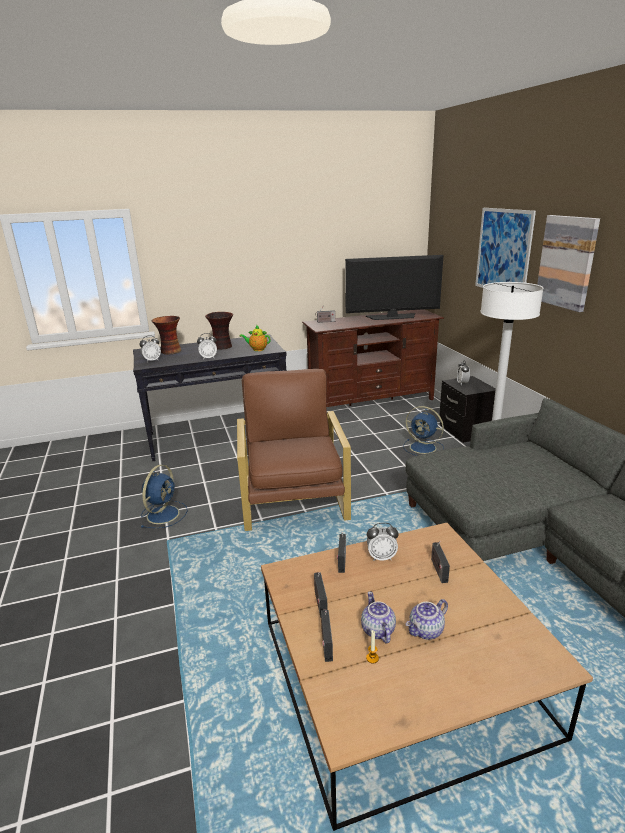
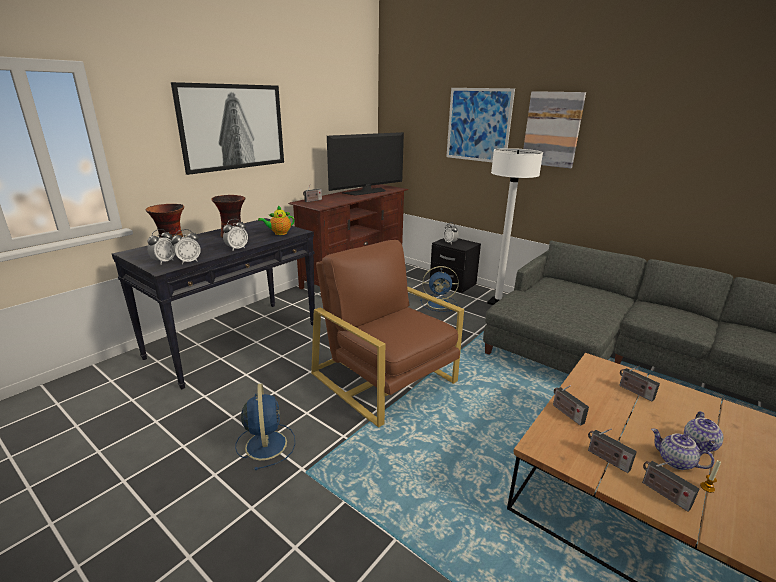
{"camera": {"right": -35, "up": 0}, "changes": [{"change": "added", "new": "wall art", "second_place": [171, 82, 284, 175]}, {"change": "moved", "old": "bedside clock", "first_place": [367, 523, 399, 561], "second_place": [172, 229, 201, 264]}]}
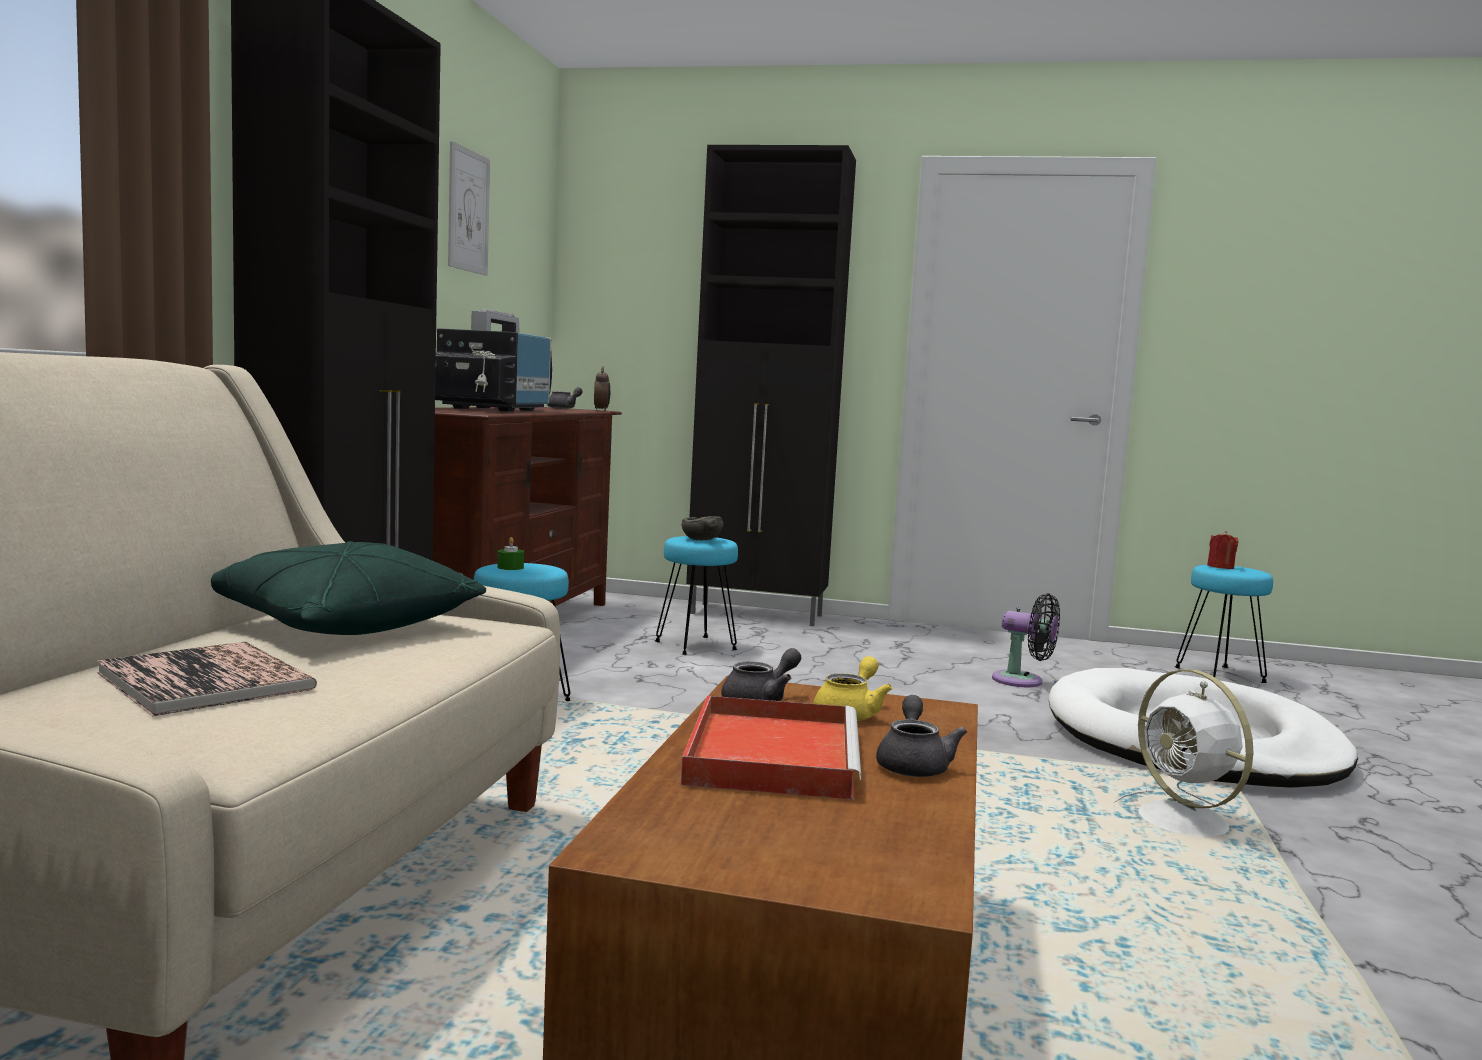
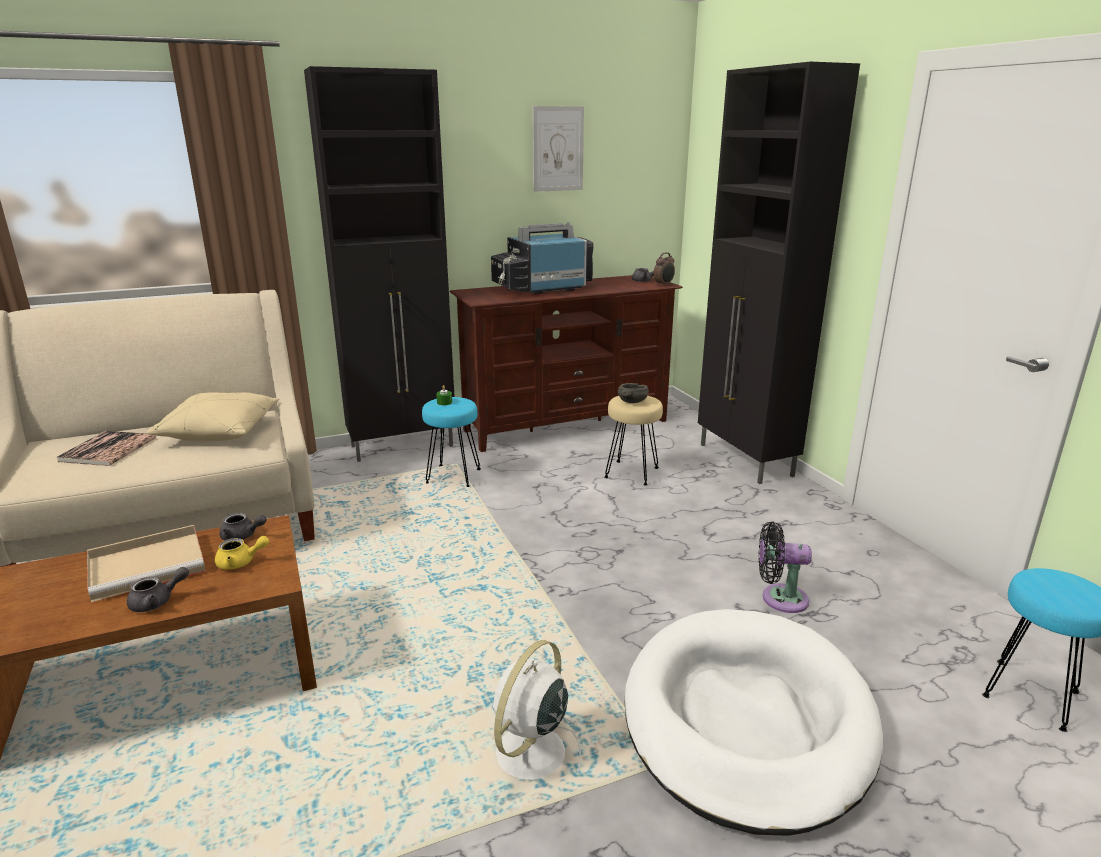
{"camera": {"right": 55, "up": 15}, "changes": [{"change": "recoloured", "old": "carrying tray/red-coloured", "new": "carrying tray/beige-coloured", "first_place": [681, 696, 861, 800], "second_place": [87, 525, 206, 602]}, {"change": "recoloured", "old": "cushion/green", "new": "cushion/beige-coloured", "first_place": [211, 541, 486, 635], "second_place": [146, 392, 279, 442]}, {"change": "recoloured", "old": "stool/blue-green", "new": "stool/beige-coloured", "first_place": [655, 536, 738, 655], "second_place": [605, 396, 663, 485]}, {"change": "turned", "old": "fan/black", "first_place": [992, 593, 1060, 687], "second_place": [759, 521, 812, 613], "degrees": 105}, {"change": "removed", "old": "candle/red-coloured", "first_place": [1207, 531, 1238, 569]}]}
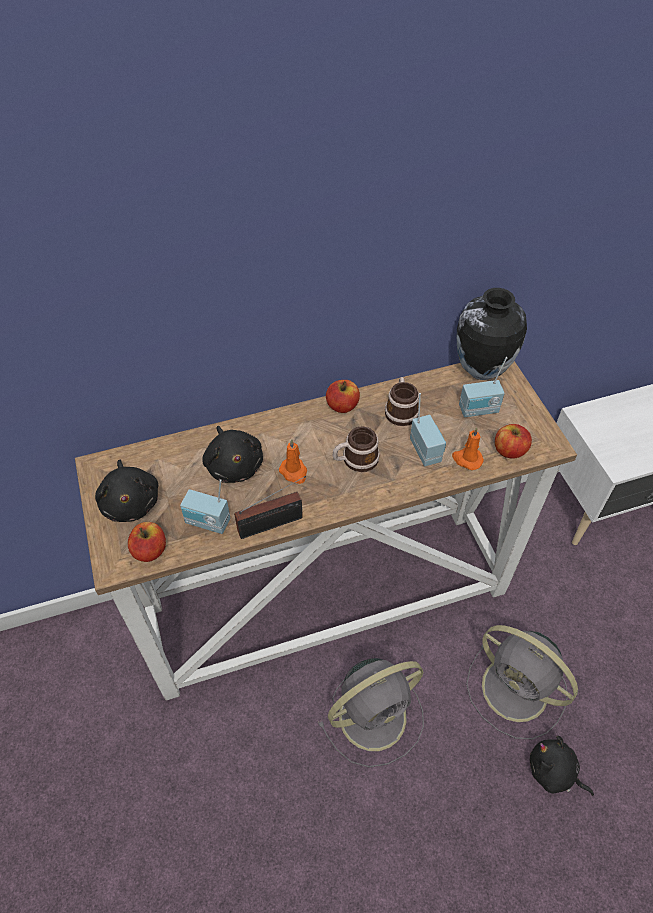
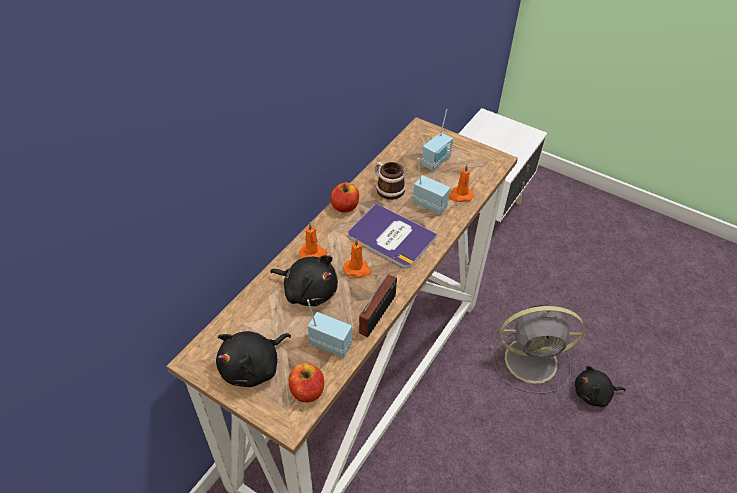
{"camera": {"right": -40, "up": -5}, "changes": [{"change": "turned", "old": "cuddly toy/black", "first_place": [95, 460, 158, 522], "second_place": [216, 331, 291, 387], "degrees": 105}, {"change": "added", "new": "candle/orange-coloured", "second_place": [299, 222, 328, 259]}, {"change": "turned", "old": "radio receiver", "first_place": [180, 479, 230, 534], "second_place": [307, 299, 352, 357], "degrees": -135}, {"change": "replaced", "old": "tea mug", "new": "bound book", "first_place": [332, 426, 380, 472], "second_place": [348, 203, 437, 268]}, {"change": "removed", "old": "fan/gray", "first_place": [318, 658, 424, 767]}, {"change": "removed", "old": "flower vase", "first_place": [457, 288, 527, 380]}, {"change": "removed", "old": "apple", "first_place": [495, 424, 532, 459]}]}
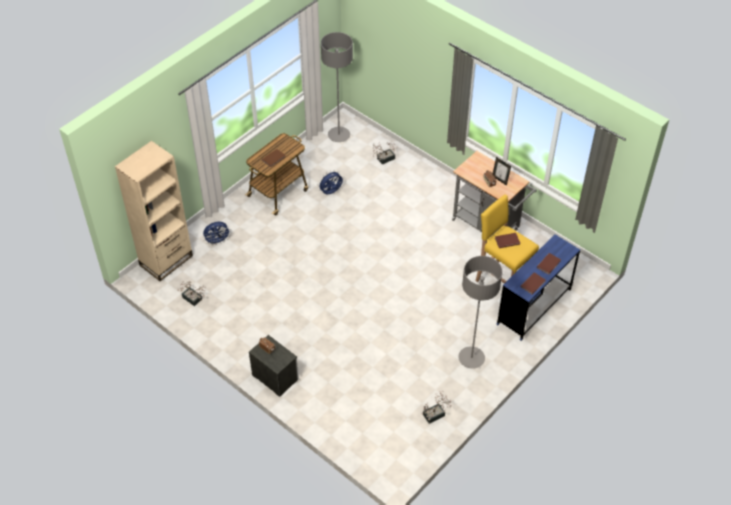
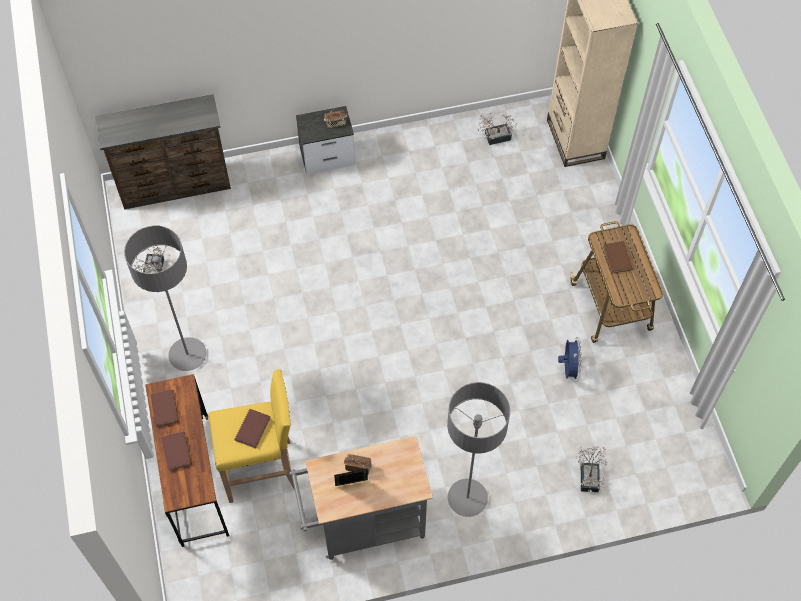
{"camera": {"right": 125, "up": 10}, "changes": [{"change": "added", "new": "dresser/brownish", "second_place": [95, 94, 231, 210]}, {"change": "recoloured", "old": "desk unit/bluish", "new": "desk unit/brownish", "first_place": [496, 234, 580, 341], "second_place": [145, 374, 229, 547]}, {"change": "moved", "old": "floor lamp/gray", "first_place": [321, 32, 353, 142], "second_place": [447, 382, 510, 517]}, {"change": "removed", "old": "fan/bluish", "first_place": [203, 222, 231, 245]}]}
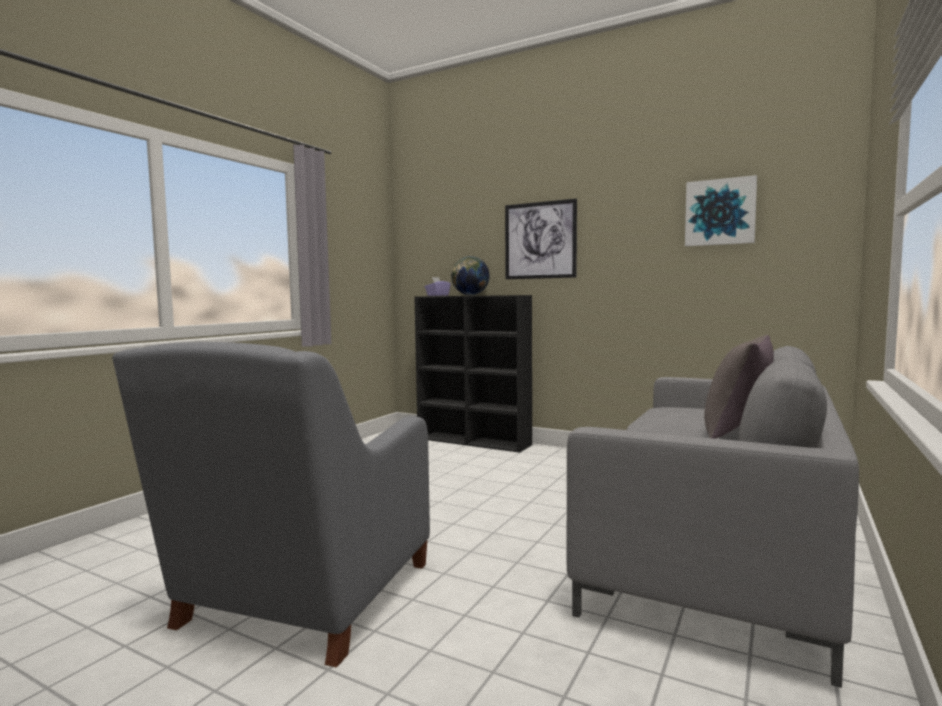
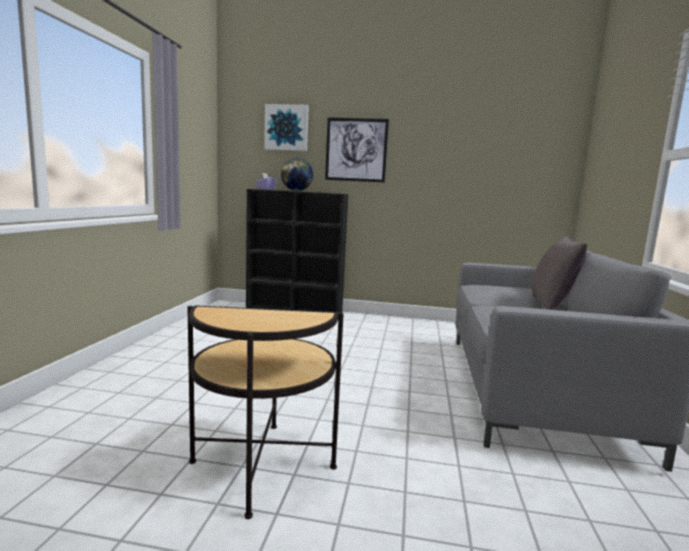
{"camera": {"right": -20, "up": 5}, "changes": [{"change": "replaced", "old": "lounge chair/gray", "new": "side table", "first_place": [112, 342, 430, 667], "second_place": [187, 305, 344, 519]}, {"change": "moved", "old": "wall art", "first_place": [685, 175, 757, 247], "second_place": [264, 104, 309, 151]}]}
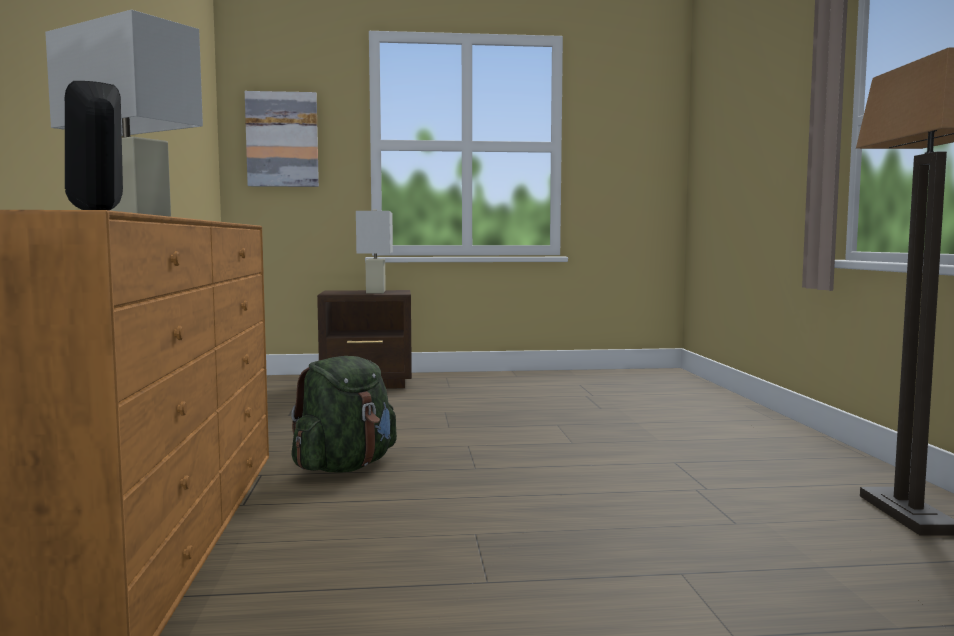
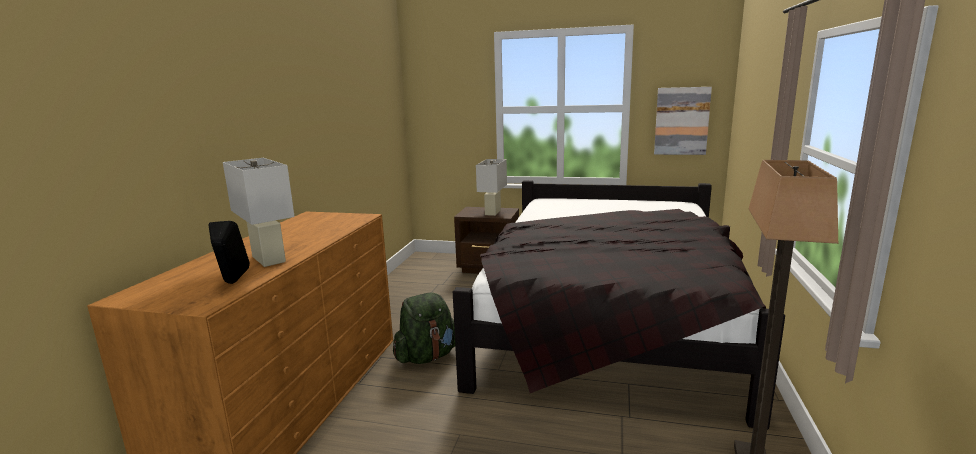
{"camera": {"right": 20, "up": 10}, "changes": [{"change": "added", "new": "bed/black", "second_place": [453, 180, 785, 430]}, {"change": "moved", "old": "wall art", "first_place": [245, 91, 319, 187], "second_place": [654, 87, 712, 155]}]}
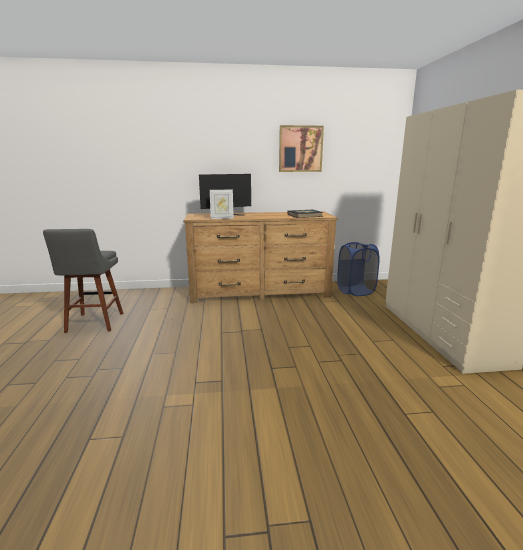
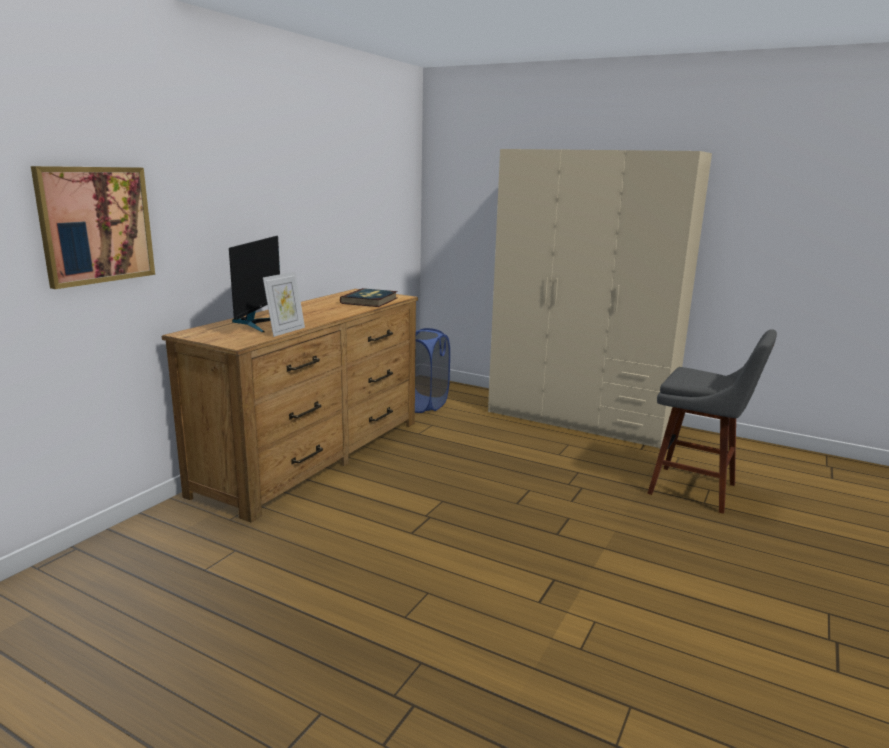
{"camera": {"right": -55, "up": 0}, "changes": [{"change": "moved", "old": "wall art", "first_place": [279, 125, 324, 172], "second_place": [31, 166, 155, 289]}, {"change": "moved", "old": "stool/gray", "first_place": [43, 229, 123, 333], "second_place": [647, 329, 777, 514]}]}
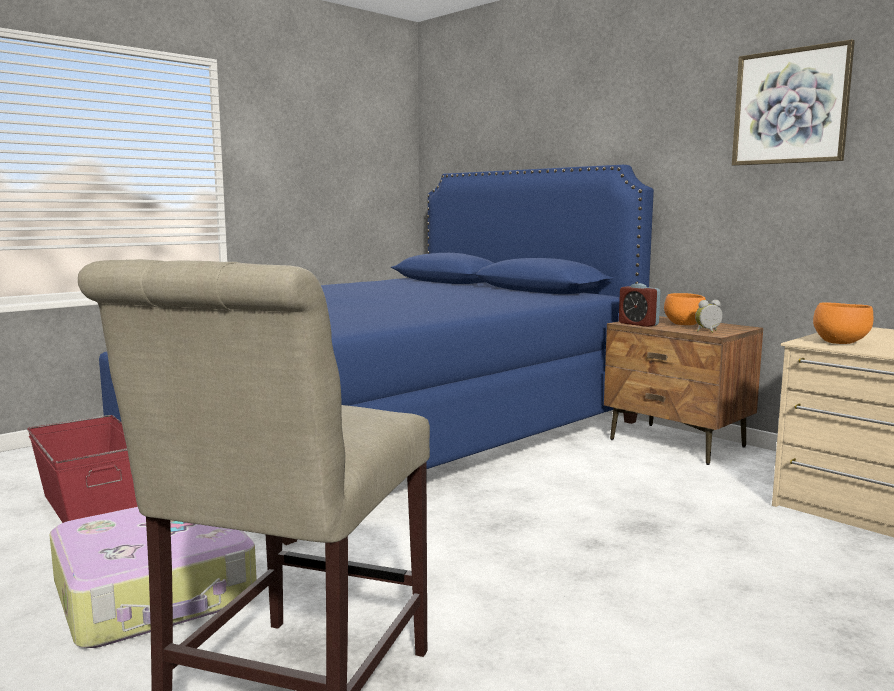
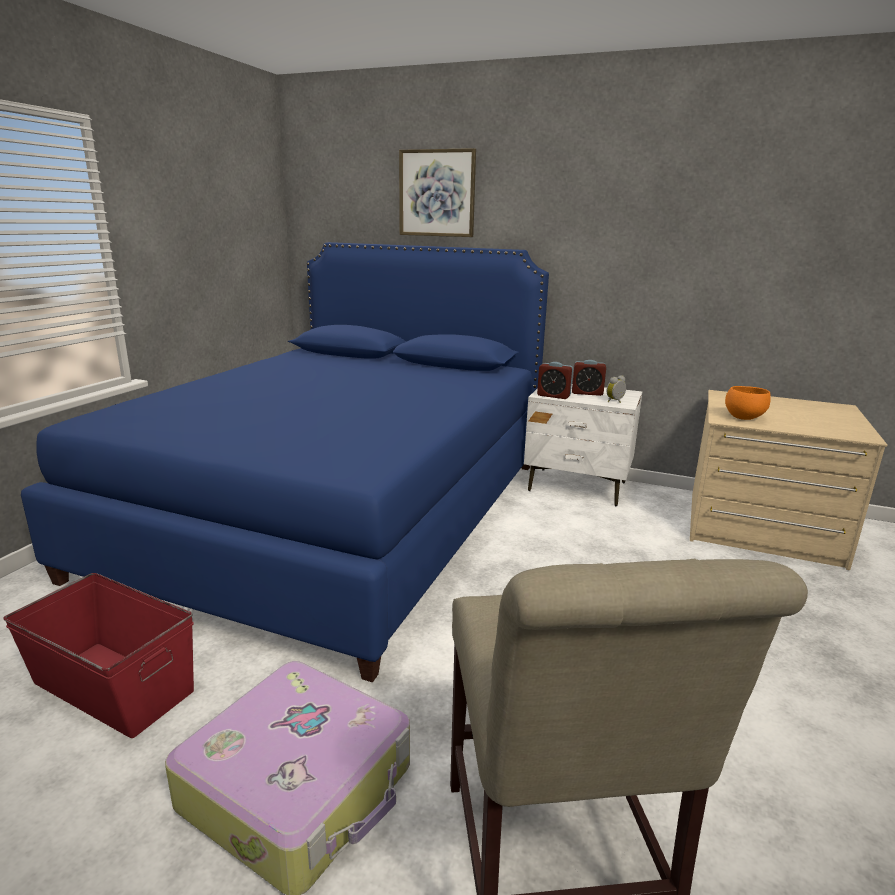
{"camera": {"right": -25, "up": 10}, "changes": [{"change": "moved", "old": "wall art", "first_place": [732, 39, 855, 166], "second_place": [399, 148, 476, 237]}, {"change": "recoloured", "old": "nightstand/brownish", "new": "nightstand/white-coloured", "first_place": [604, 316, 763, 465], "second_place": [524, 387, 642, 506]}, {"change": "replaced", "old": "deep dish/orange-coloured", "new": "bedside clock", "first_place": [664, 293, 706, 325], "second_place": [572, 360, 606, 396]}]}
